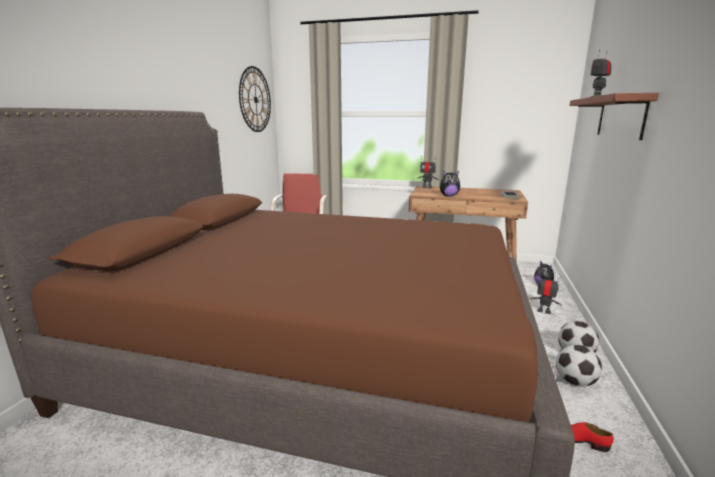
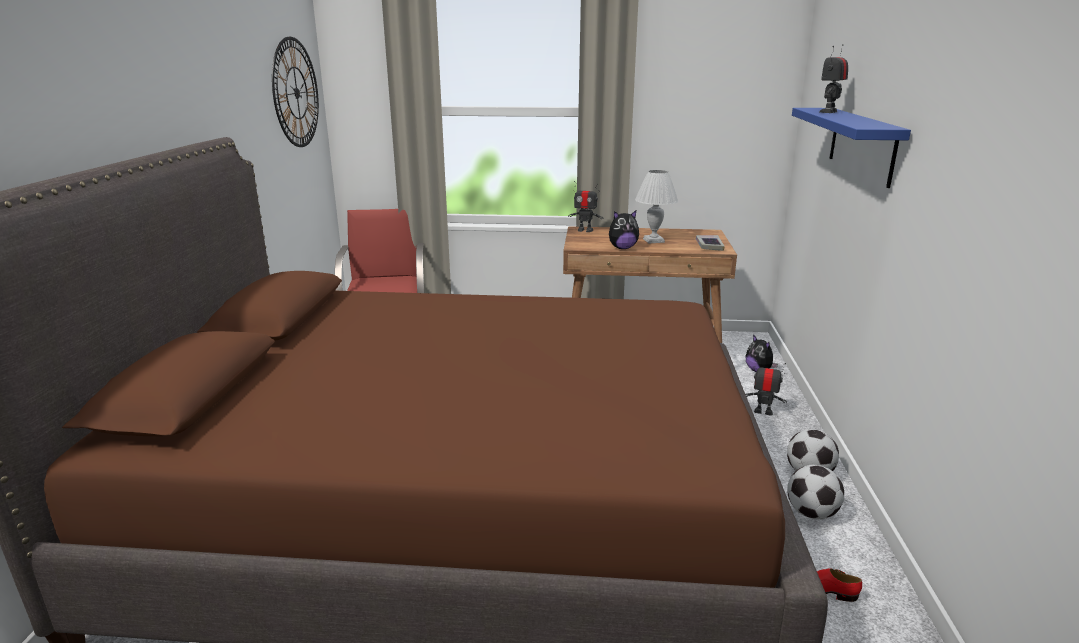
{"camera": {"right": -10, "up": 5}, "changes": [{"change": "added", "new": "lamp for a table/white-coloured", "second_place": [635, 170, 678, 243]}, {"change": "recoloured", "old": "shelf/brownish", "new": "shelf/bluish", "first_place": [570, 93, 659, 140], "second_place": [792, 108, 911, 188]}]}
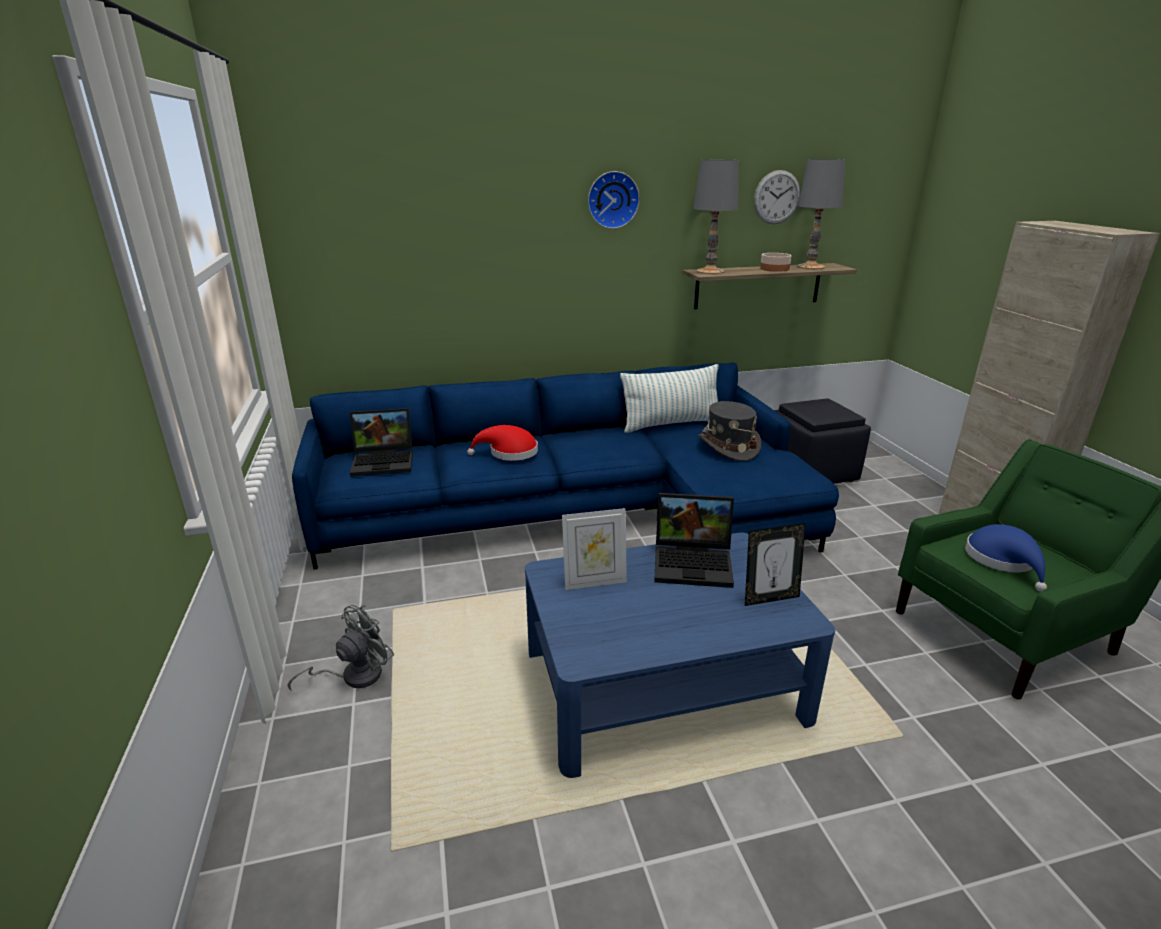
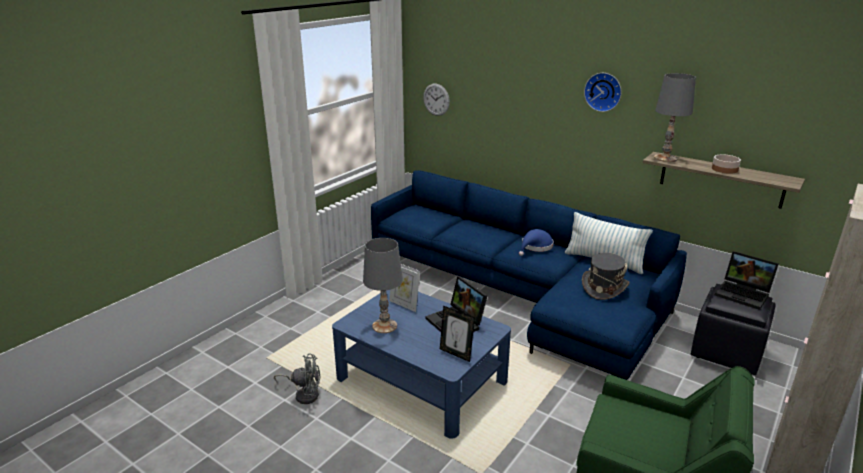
{"camera": {"right": 50, "up": 0}, "changes": [{"change": "moved", "old": "fan/gray", "first_place": [288, 605, 394, 690], "second_place": [274, 353, 321, 404]}, {"change": "moved", "old": "lamp for a table/gray", "first_place": [797, 159, 845, 269], "second_place": [363, 238, 403, 333]}, {"change": "moved", "old": "clock on the wall", "first_place": [754, 170, 800, 224], "second_place": [423, 84, 450, 116]}, {"change": "moved", "old": "hat/bluish", "first_place": [965, 524, 1047, 592], "second_place": [519, 229, 554, 256]}, {"change": "moved", "old": "laptop", "first_place": [350, 408, 413, 477], "second_place": [715, 251, 778, 310]}, {"change": "removed", "old": "hat/red-coloured", "first_place": [467, 425, 538, 461]}]}
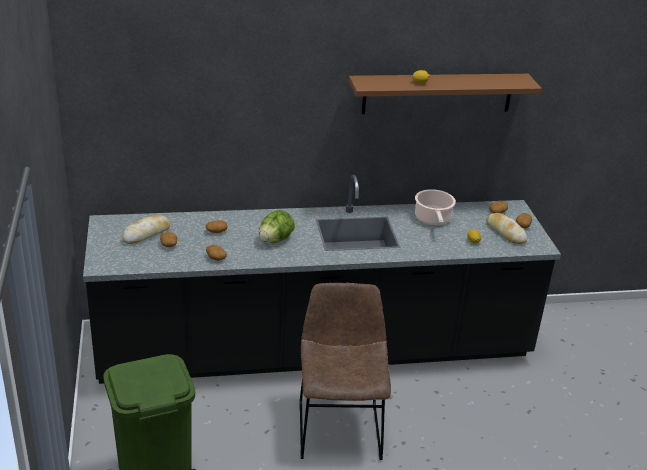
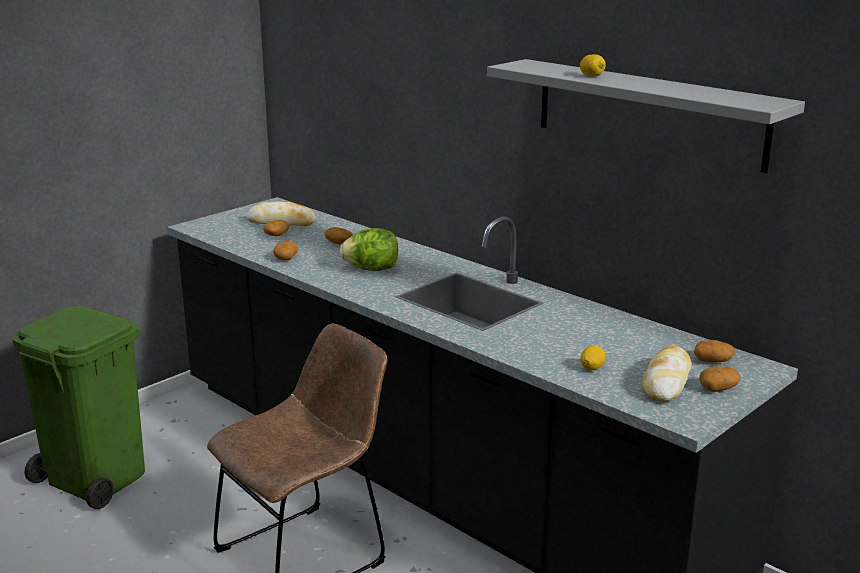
{"camera": {"right": 55, "up": -10}, "changes": [{"change": "recoloured", "old": "shelf/brownish", "new": "shelf/gray", "first_place": [349, 74, 542, 114], "second_place": [487, 59, 805, 173]}, {"change": "removed", "old": "stockpot", "first_place": [415, 189, 456, 225]}]}
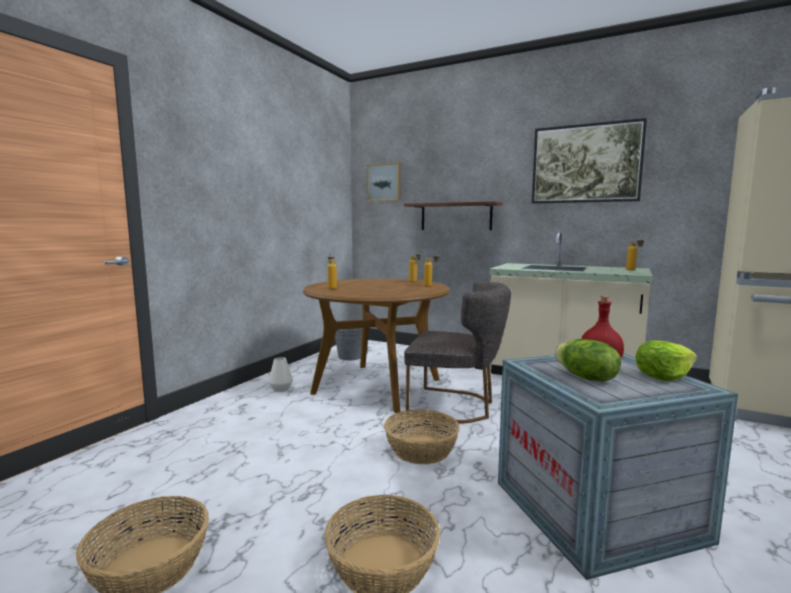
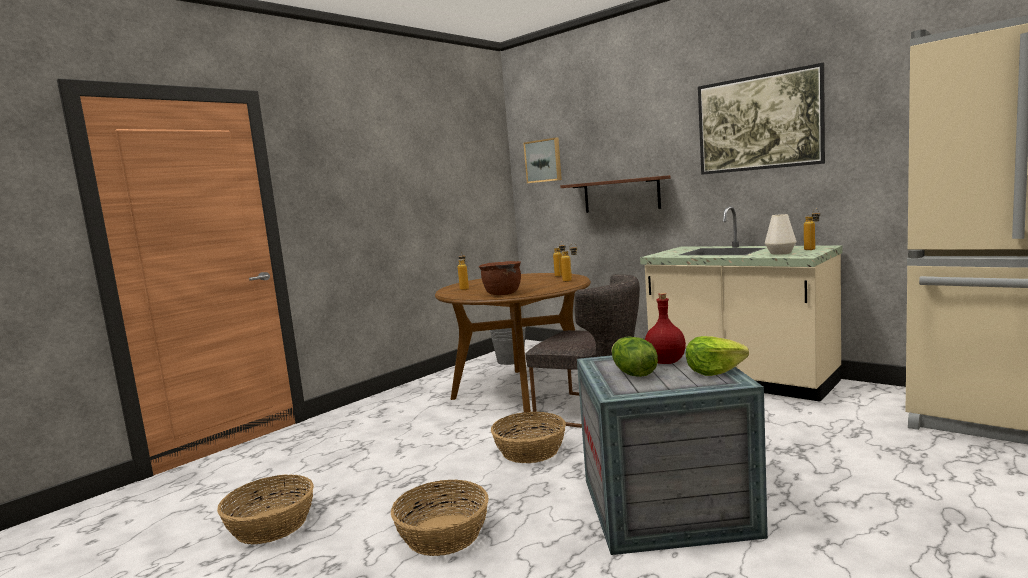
{"camera": {"right": 15, "up": 0}, "changes": [{"change": "added", "new": "stockpot/brownish", "second_place": [479, 261, 521, 295]}, {"change": "moved", "old": "flower vase/white-coloured", "first_place": [269, 357, 293, 392], "second_place": [765, 214, 796, 255]}]}
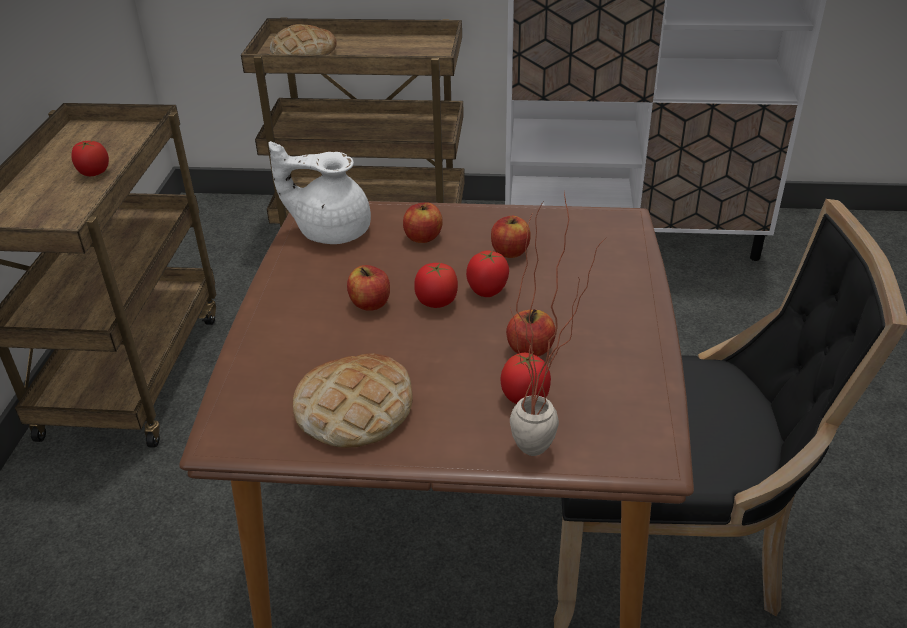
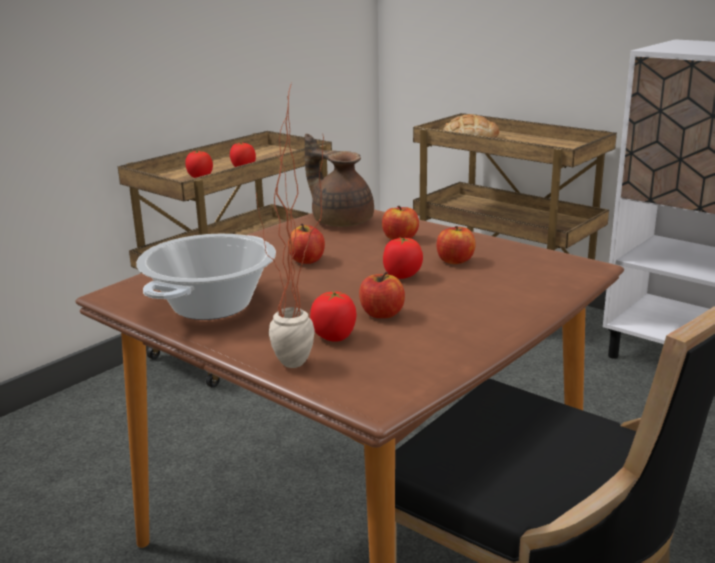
{"camera": {"right": 35, "up": -15}, "changes": [{"change": "replaced", "old": "baked bread", "new": "stockpot", "first_place": [293, 354, 413, 448], "second_place": [136, 234, 276, 320]}, {"change": "moved", "old": "whole tomato", "first_place": [414, 262, 458, 308], "second_place": [185, 151, 213, 178]}, {"change": "recoloured", "old": "tea pot/white-coloured", "new": "tea pot/brownish", "first_place": [268, 141, 371, 244], "second_place": [304, 134, 374, 227]}]}
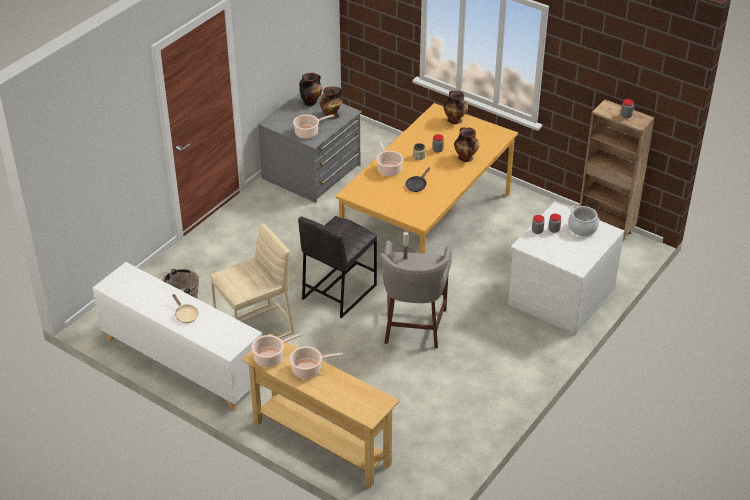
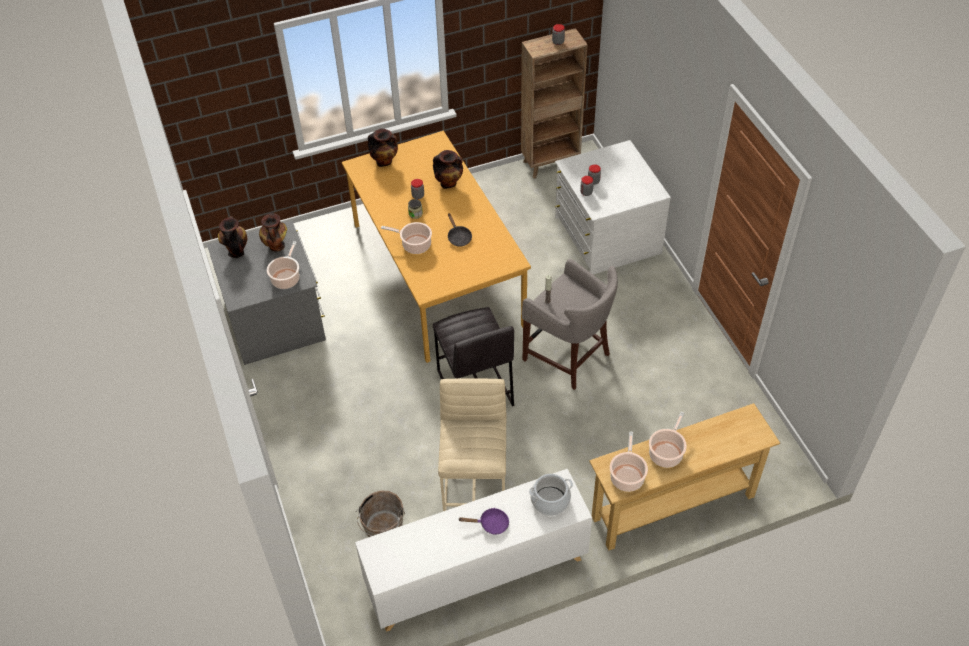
{"camera": {"right": -55, "up": 10}, "changes": [{"change": "recoloured", "old": "frying pan/beige-coloured", "new": "frying pan/purple-coloured", "first_place": [172, 294, 199, 323], "second_place": [459, 508, 509, 535]}, {"change": "moved", "old": "stockpot", "first_place": [568, 206, 600, 236], "second_place": [529, 474, 573, 516]}]}
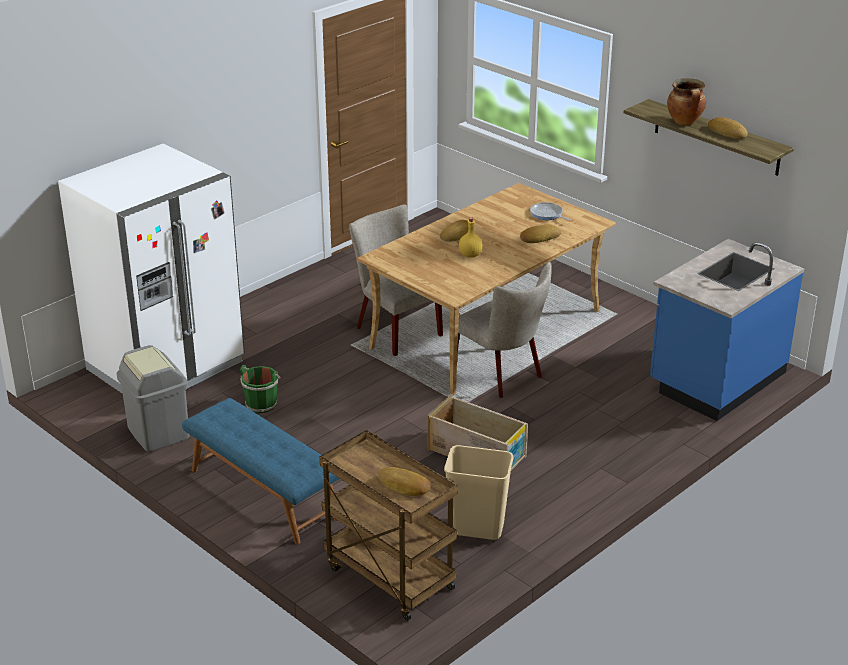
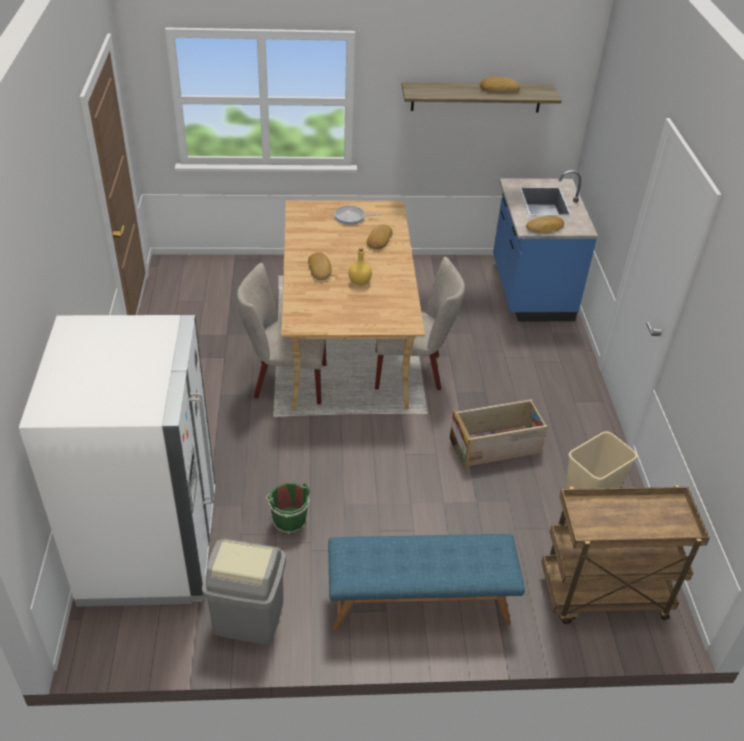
{"camera": {"right": -50, "up": 10}, "changes": [{"change": "moved", "old": "baked bread", "first_place": [378, 467, 431, 496], "second_place": [526, 216, 564, 233]}, {"change": "removed", "old": "stockpot", "first_place": [667, 78, 706, 125]}]}
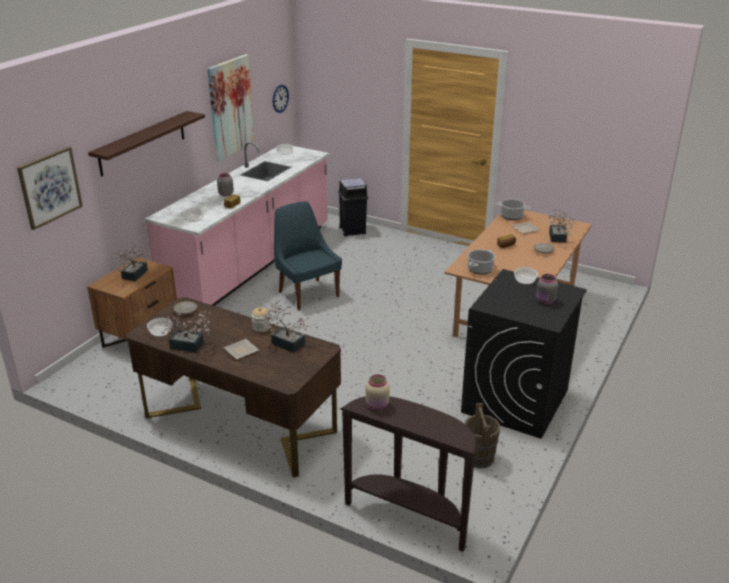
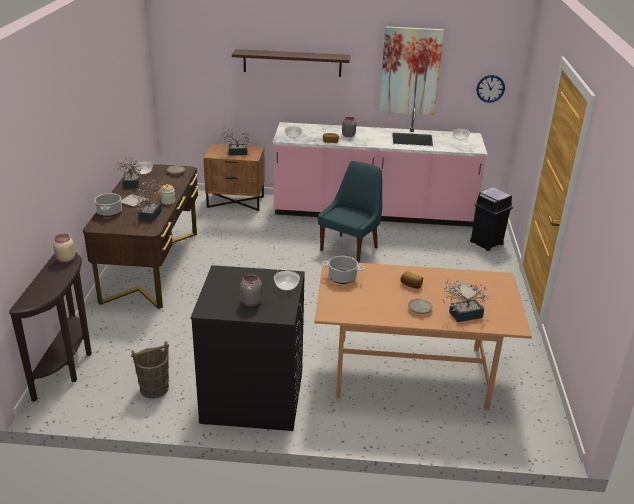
{"camera": {"right": 65, "up": 0}, "changes": [{"change": "moved", "old": "stockpot", "first_place": [496, 199, 530, 220], "second_place": [94, 193, 122, 217]}, {"change": "removed", "old": "wall art", "first_place": [17, 147, 83, 230]}]}
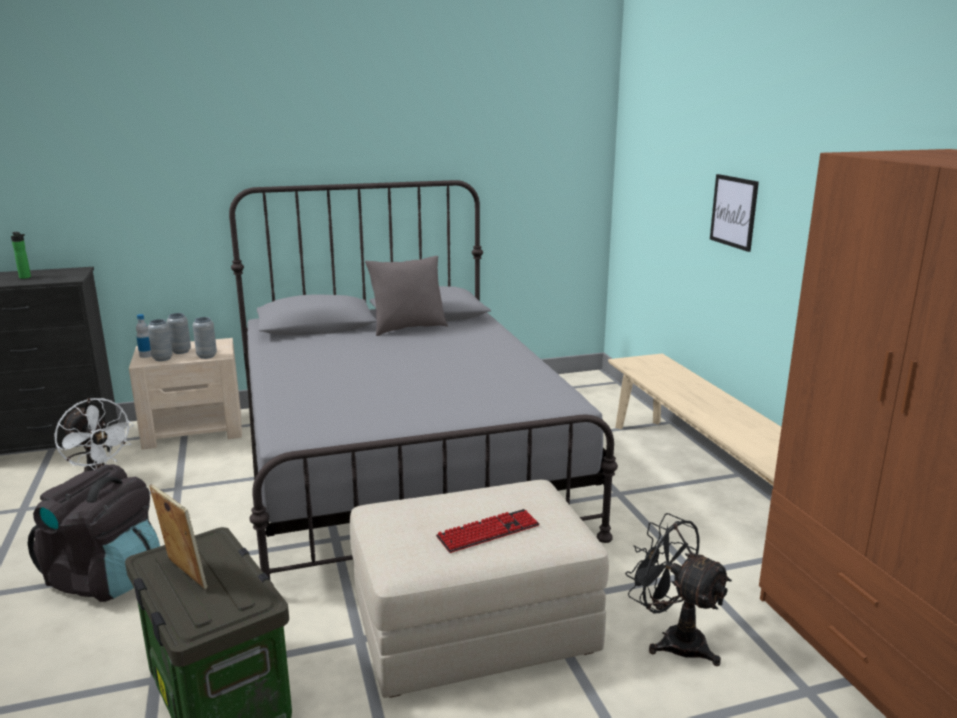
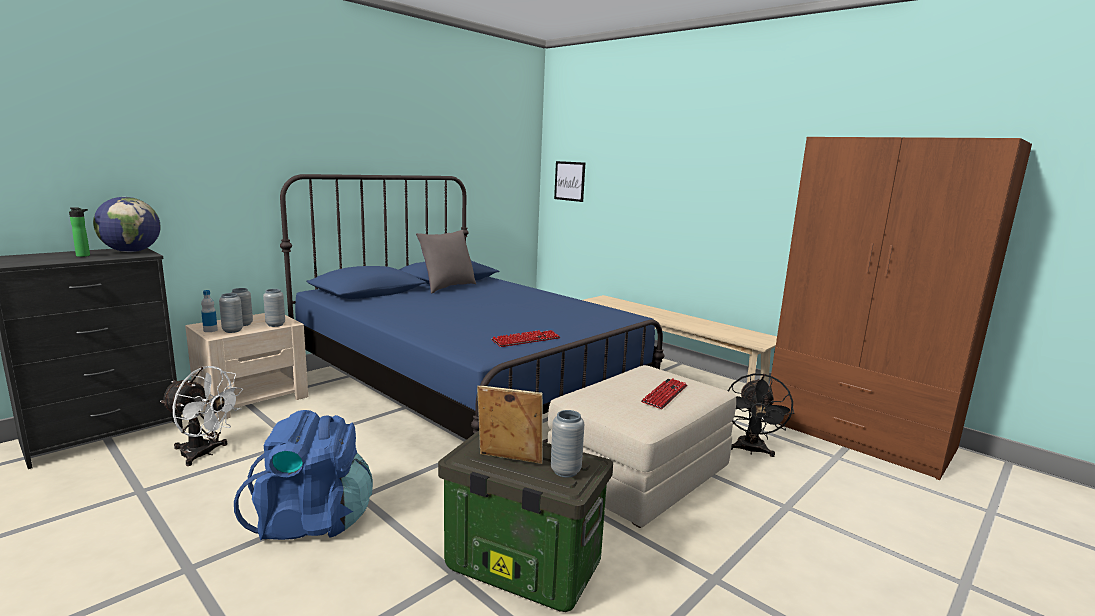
{"camera": {"right": -30, "up": -5}, "changes": [{"change": "added", "new": "globe", "second_place": [93, 197, 161, 252]}, {"change": "recoloured", "old": "rucksack/black", "new": "rucksack/bluish", "first_place": [28, 465, 160, 602], "second_place": [234, 410, 373, 540]}, {"change": "recoloured", "old": "bed/gray", "new": "bed/bluish", "first_place": [229, 180, 618, 584], "second_place": [280, 174, 665, 443]}, {"change": "added", "new": "PC keyboard", "second_place": [491, 330, 560, 347]}, {"change": "added", "new": "flower vase/gray", "second_place": [551, 410, 584, 478]}, {"change": "moved", "old": "wall art", "first_place": [710, 174, 759, 252], "second_place": [554, 161, 585, 202]}, {"change": "turned", "old": "fan/black", "first_place": [625, 513, 732, 666], "second_place": [728, 373, 794, 457], "degrees": -90}]}
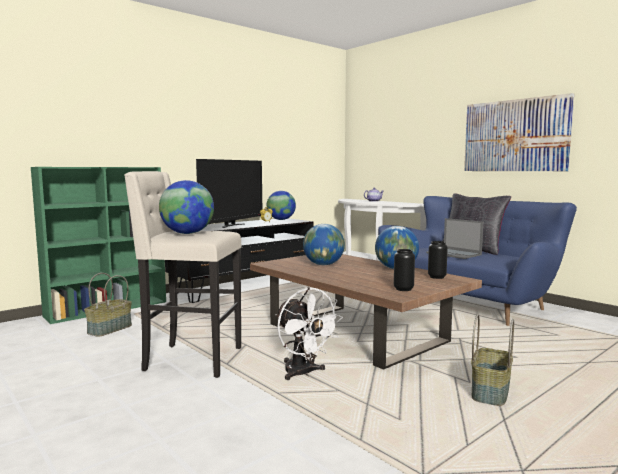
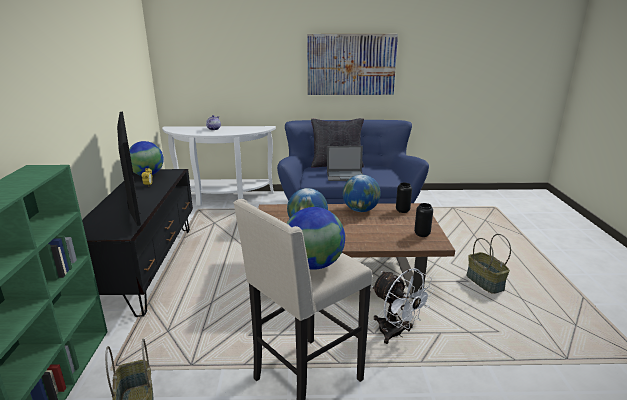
{"camera": {"right": -50, "up": 15}, "changes": [{"change": "turned", "old": "fan/white-coloured", "first_place": [276, 287, 343, 380], "second_place": [372, 268, 434, 344], "degrees": 45}]}
